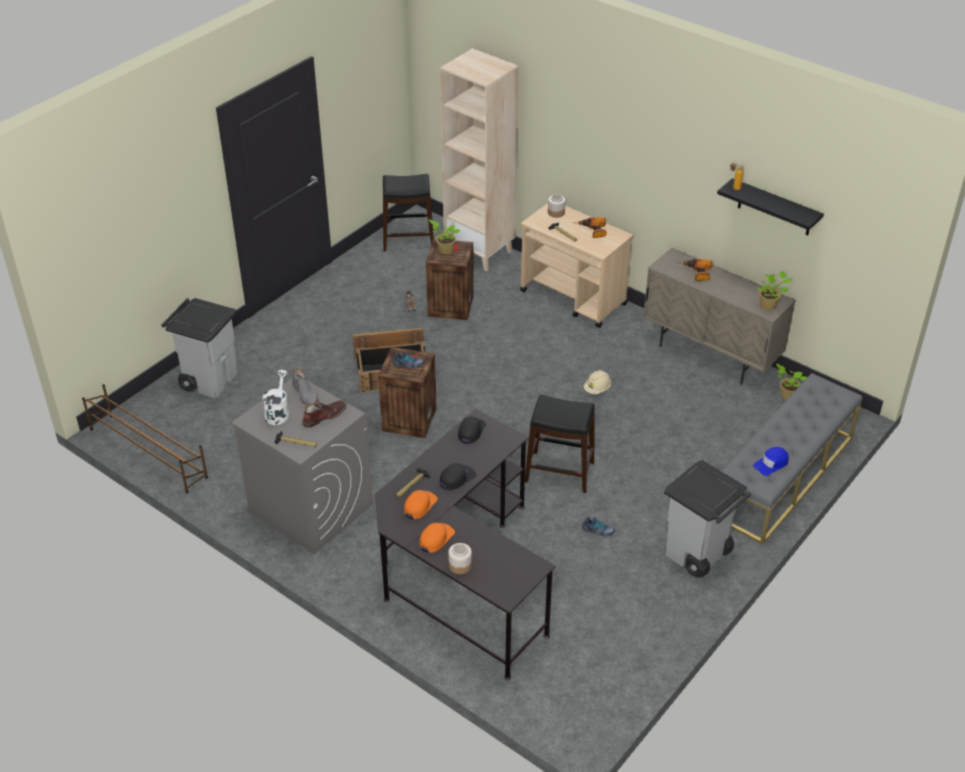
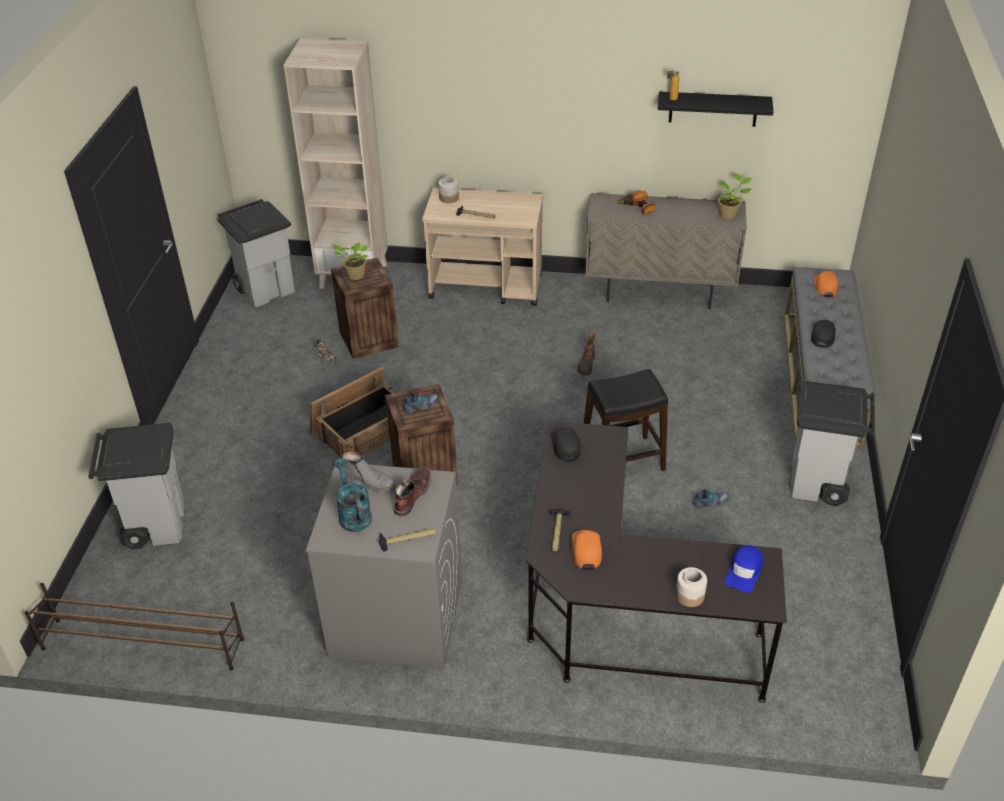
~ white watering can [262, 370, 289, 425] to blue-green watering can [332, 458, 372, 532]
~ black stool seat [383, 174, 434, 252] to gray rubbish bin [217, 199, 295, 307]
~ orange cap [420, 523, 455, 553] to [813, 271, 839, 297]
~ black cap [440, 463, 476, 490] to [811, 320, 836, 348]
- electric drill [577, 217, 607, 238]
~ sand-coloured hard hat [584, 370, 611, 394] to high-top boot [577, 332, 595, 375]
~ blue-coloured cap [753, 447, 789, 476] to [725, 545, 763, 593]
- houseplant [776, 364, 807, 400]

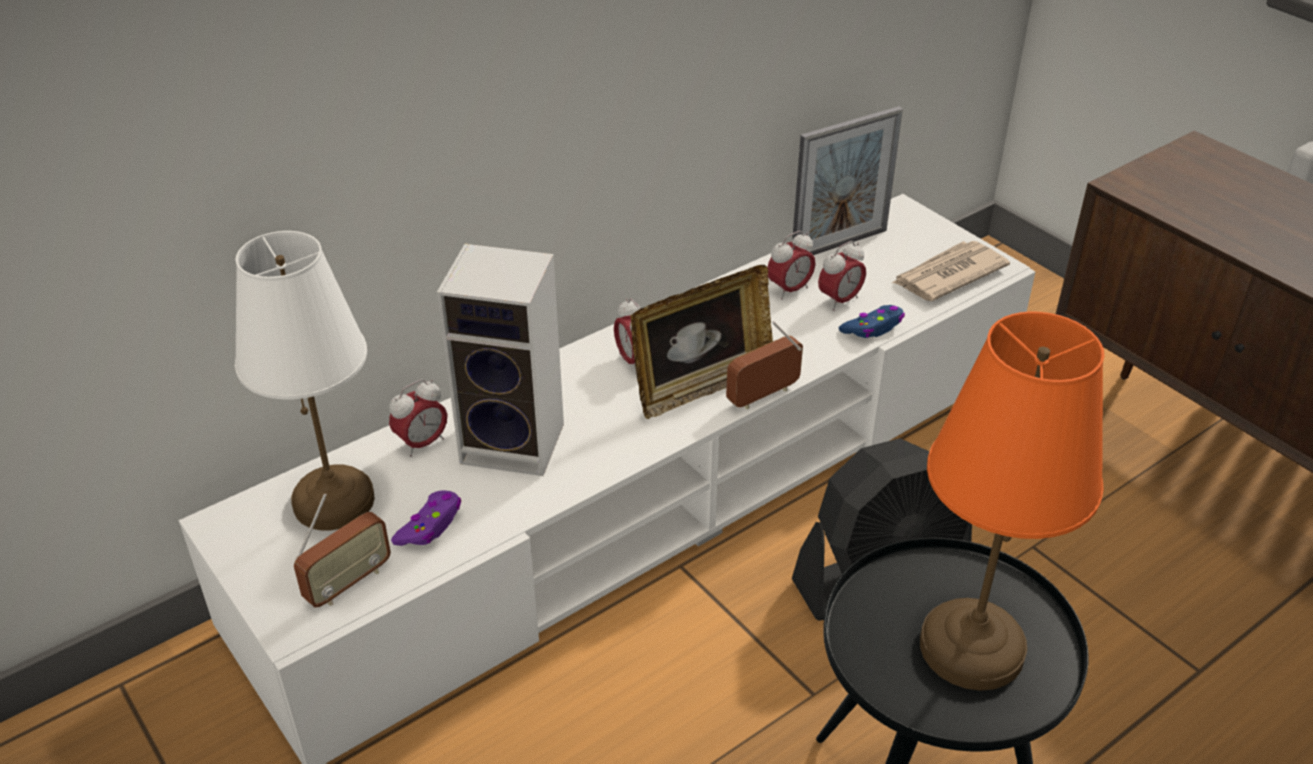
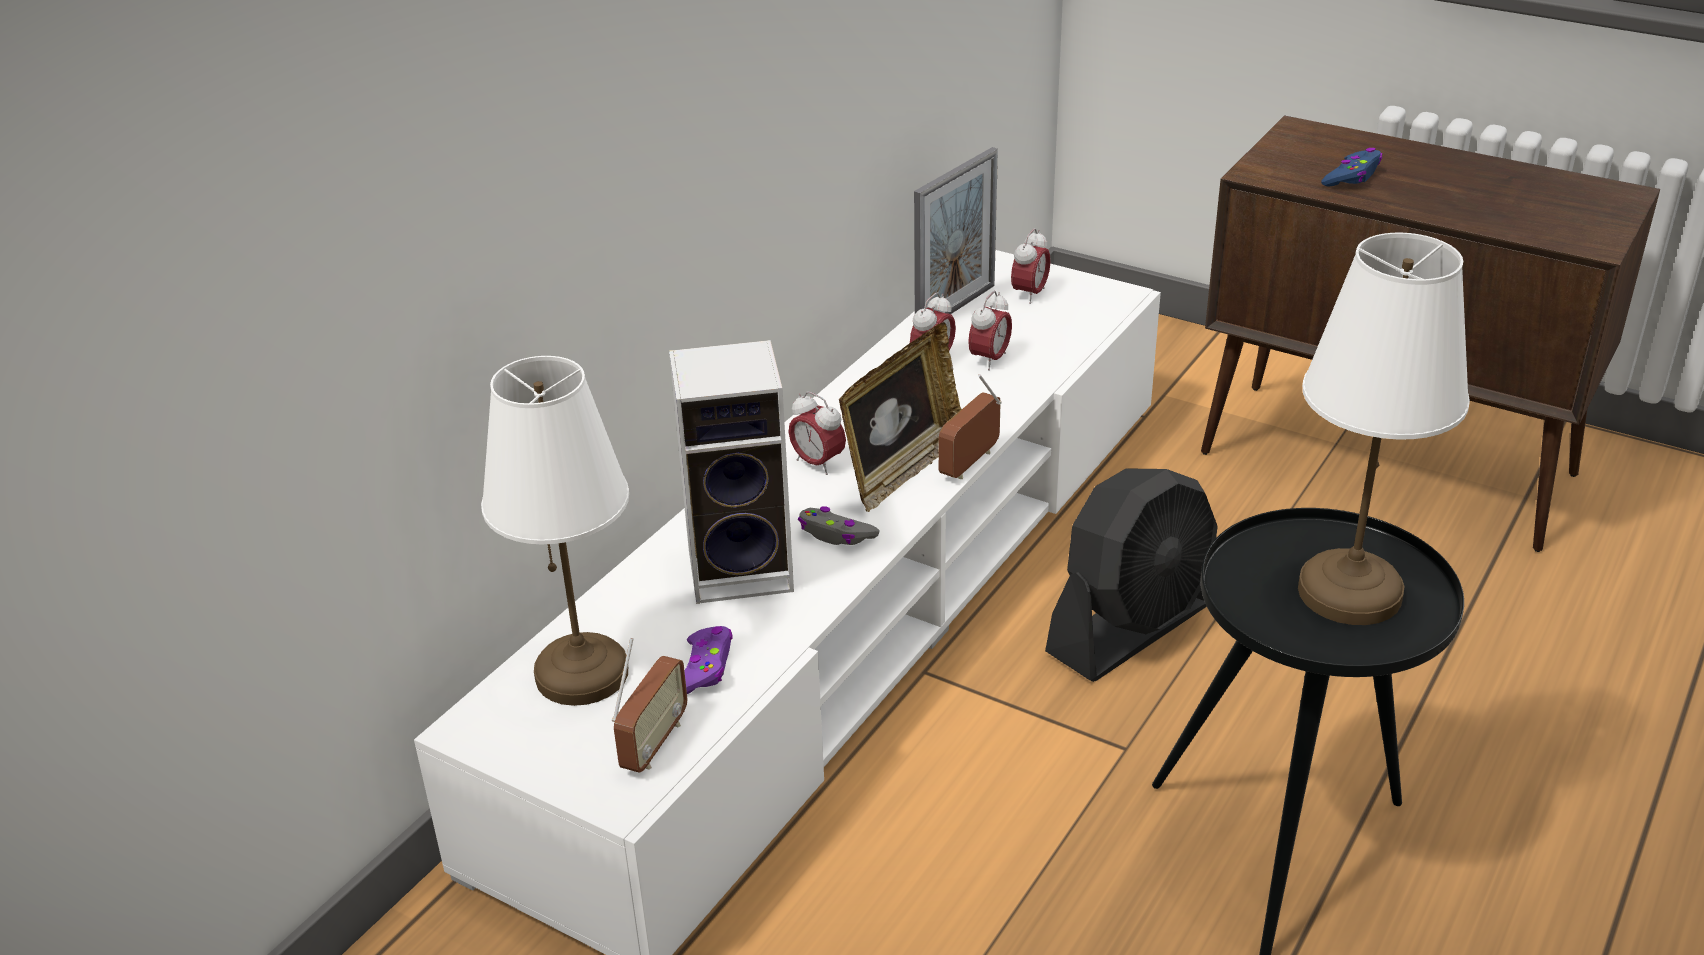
~ bedside clock [389, 379, 448, 457] to [1011, 228, 1051, 304]
~ blue-coloured game controller [839, 305, 905, 338] to [1321, 148, 1382, 187]
- newspaper [892, 241, 1010, 301]
~ orange tabletop lamp [920, 311, 1104, 691] to white tabletop lamp [1298, 233, 1470, 625]
+ gray game controller [798, 506, 880, 545]

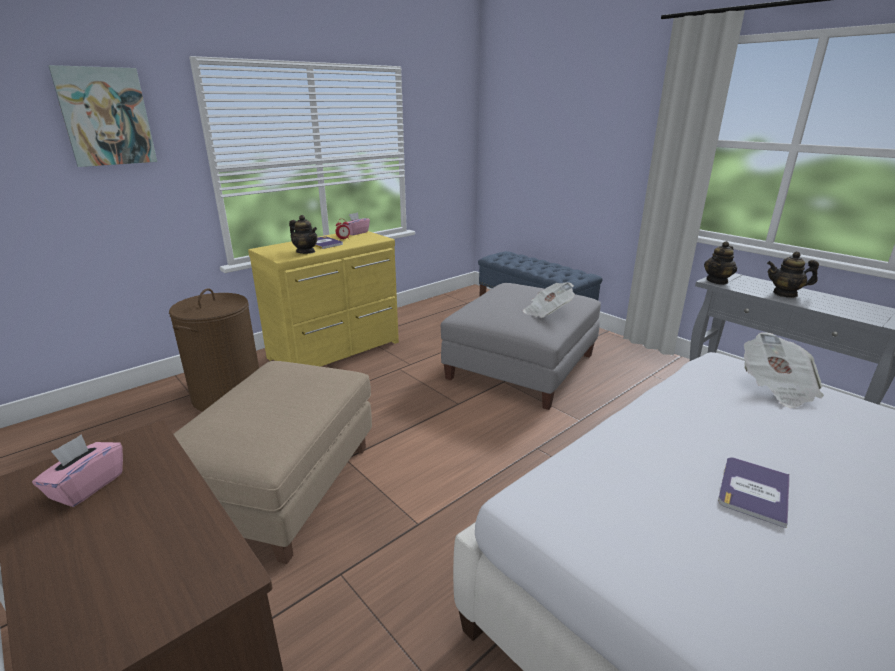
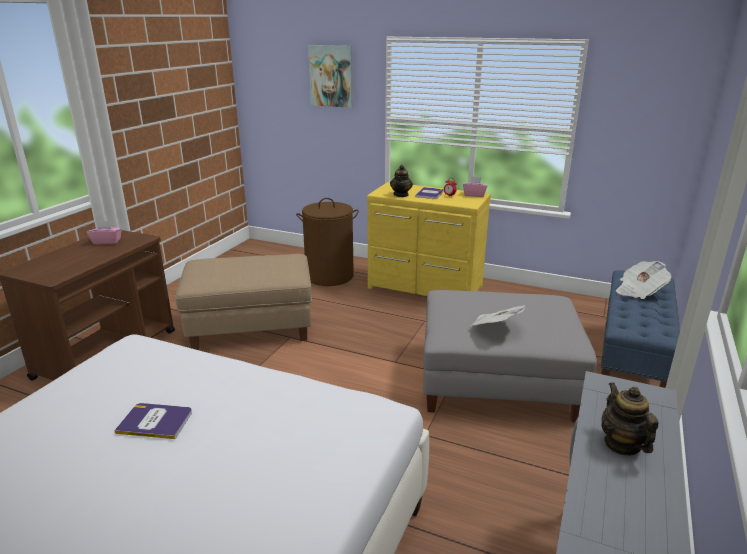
- teapot [704, 241, 737, 285]
~ newspaper [744, 332, 824, 408] to [616, 261, 671, 299]

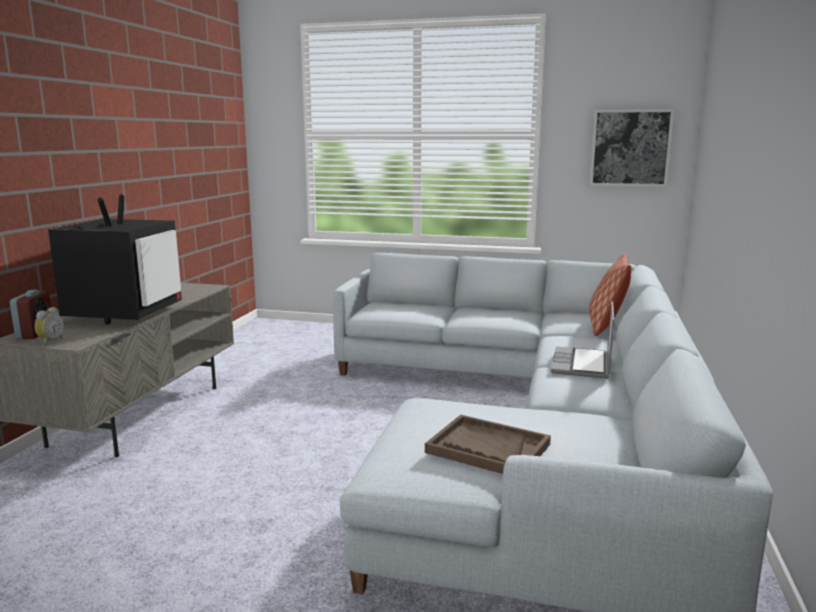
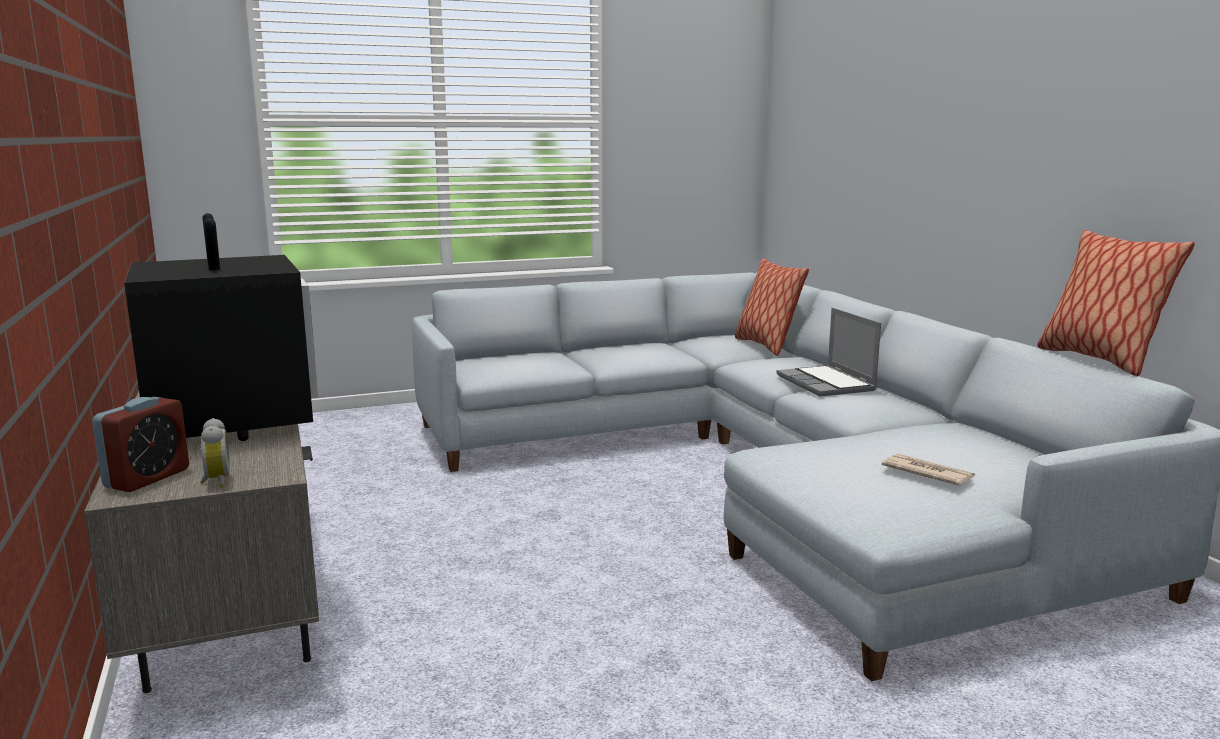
~ bedside clock [10, 290, 51, 339] = [93, 397, 189, 492] 60 degrees clockwise
~ brown-coloured tray [425, 415, 551, 474] to newspaper [882, 454, 975, 485]
- picture [590, 109, 674, 187]
+ cushion [1037, 230, 1195, 376]

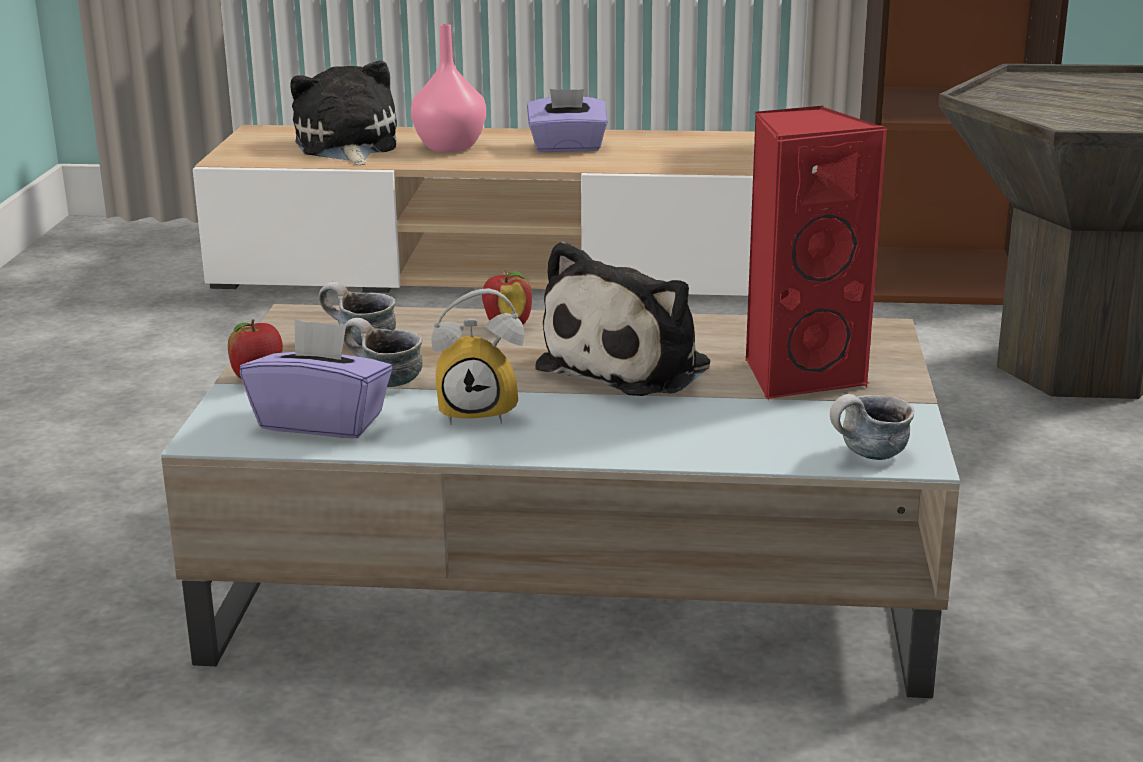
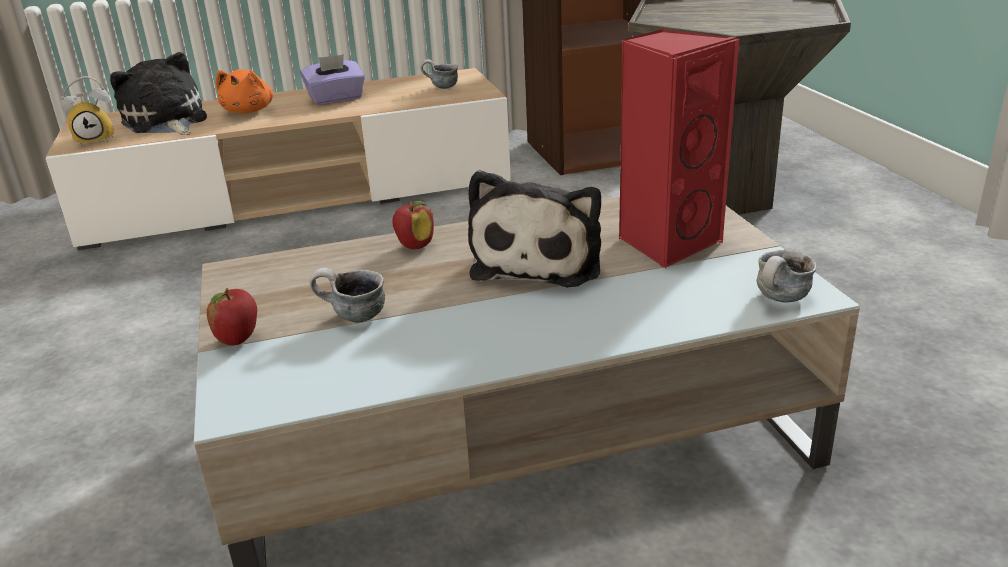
- purplish box of tissues [240, 319, 392, 438]
~ tea mug [319, 282, 396, 346] to [421, 59, 458, 89]
~ pinkish vase [411, 24, 486, 153] to orange soft toy [216, 69, 273, 114]
~ bedside clock [431, 288, 524, 425] to [61, 76, 115, 147]

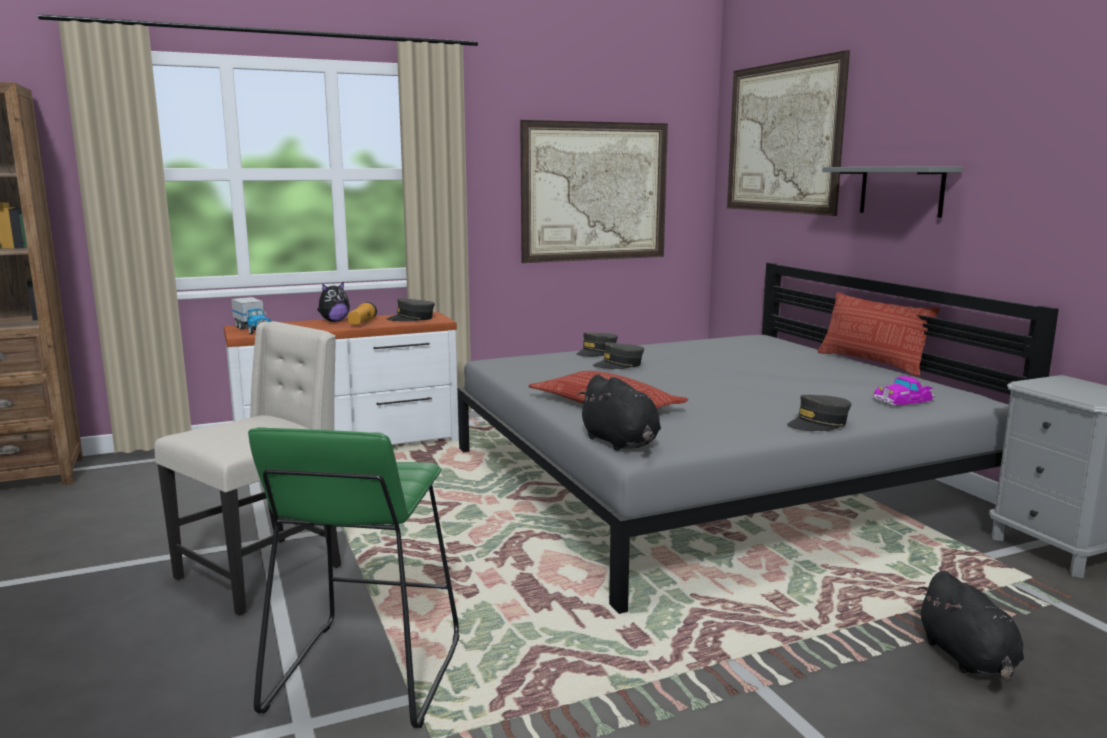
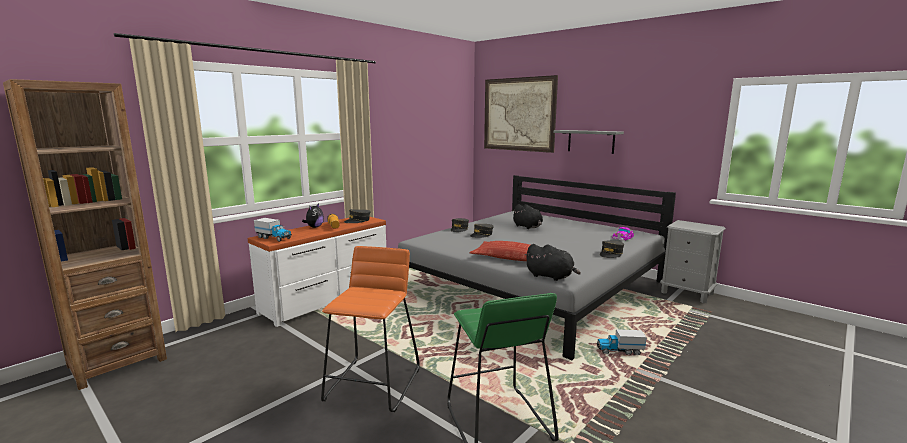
~ sand-coloured chair [154, 321, 341, 616] to orange stool seat [321, 246, 420, 412]
- picture [520, 120, 668, 263]
- cushion [818, 292, 939, 376]
~ black soft toy [917, 571, 1024, 681] to [512, 204, 543, 229]
+ toy truck [597, 329, 646, 355]

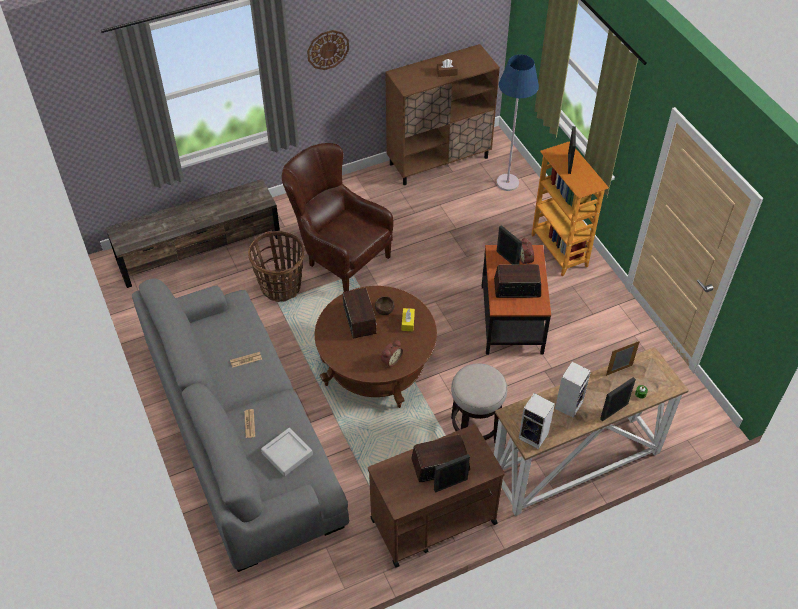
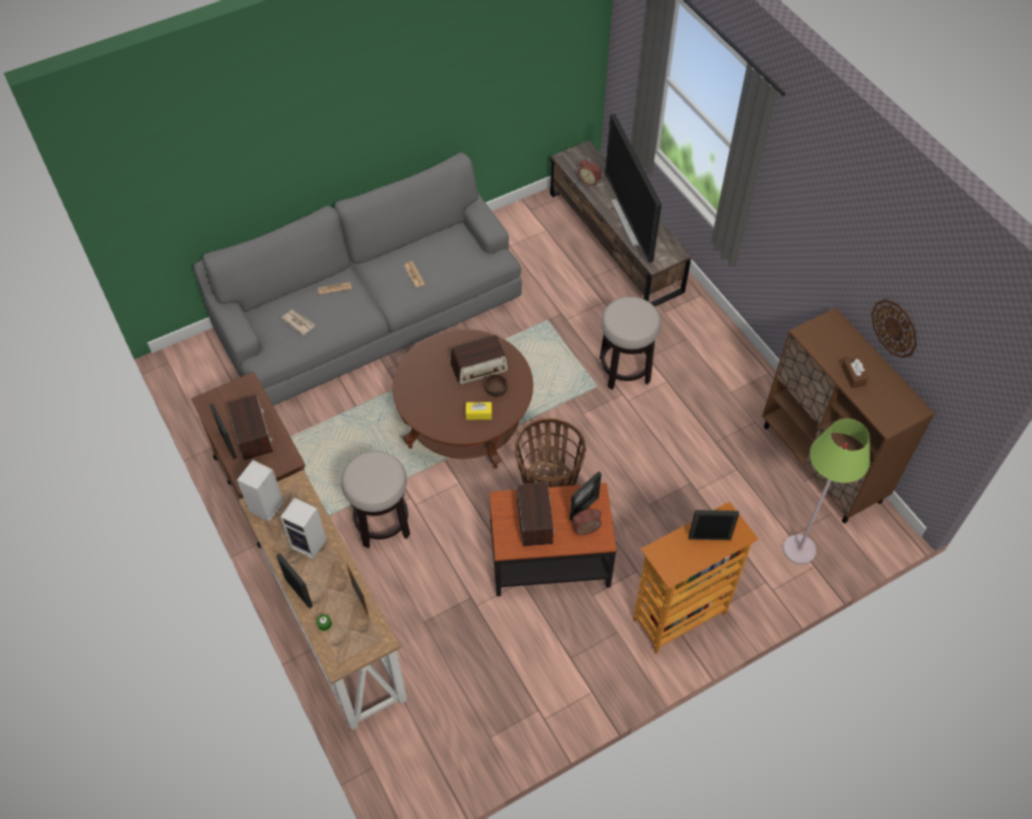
~ household basket [248, 231, 304, 302] to [514, 418, 586, 487]
~ gray tray [261, 428, 313, 476] to newspaper [281, 310, 315, 335]
~ brown-coloured easy chair [281, 143, 394, 292] to stool seat [600, 297, 661, 390]
~ hanging clock [307, 30, 349, 70] to [871, 299, 917, 358]
~ bedside clock [381, 340, 403, 367] to [578, 160, 602, 186]
~ blue-coloured standing lamp [496, 54, 539, 191] to greenish standing lamp [783, 418, 870, 565]
+ TV set [605, 114, 662, 263]

